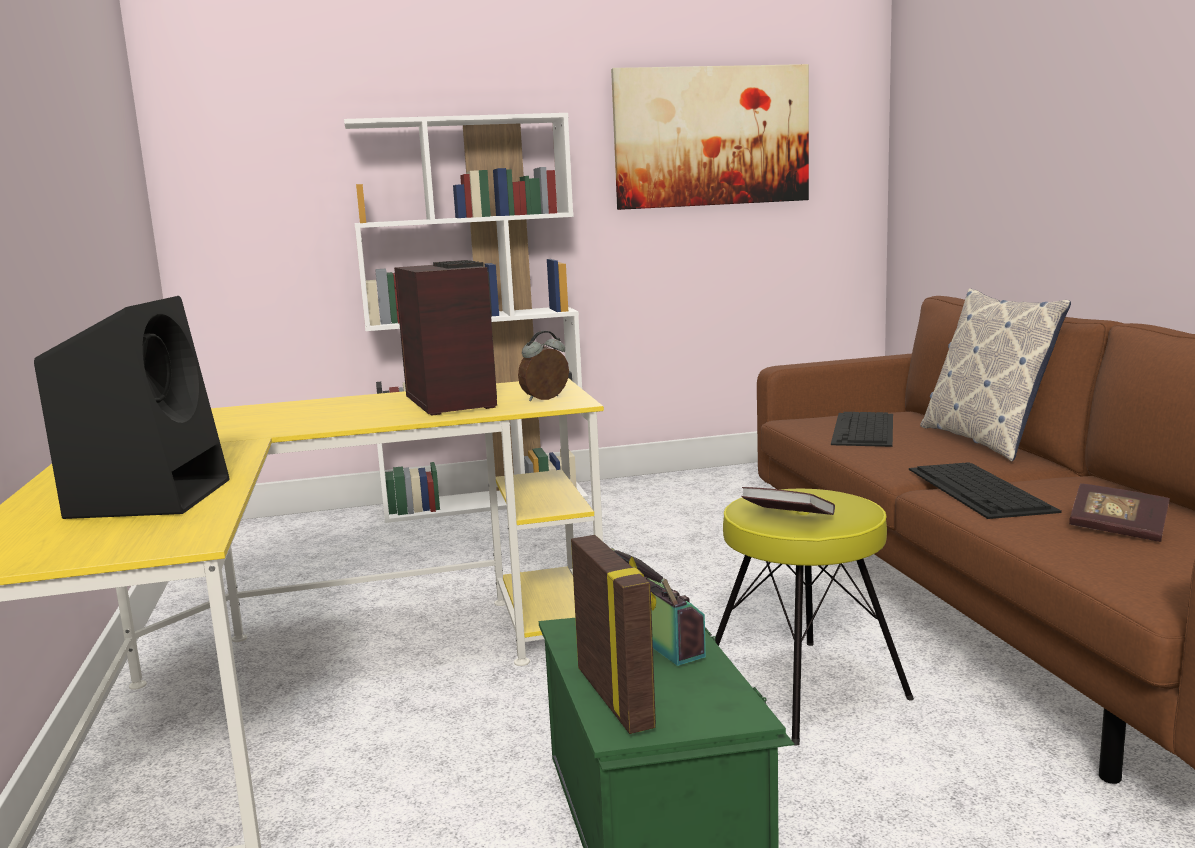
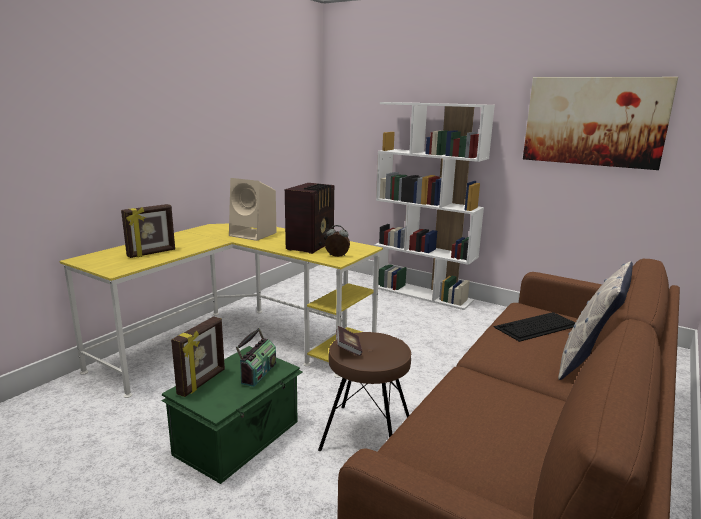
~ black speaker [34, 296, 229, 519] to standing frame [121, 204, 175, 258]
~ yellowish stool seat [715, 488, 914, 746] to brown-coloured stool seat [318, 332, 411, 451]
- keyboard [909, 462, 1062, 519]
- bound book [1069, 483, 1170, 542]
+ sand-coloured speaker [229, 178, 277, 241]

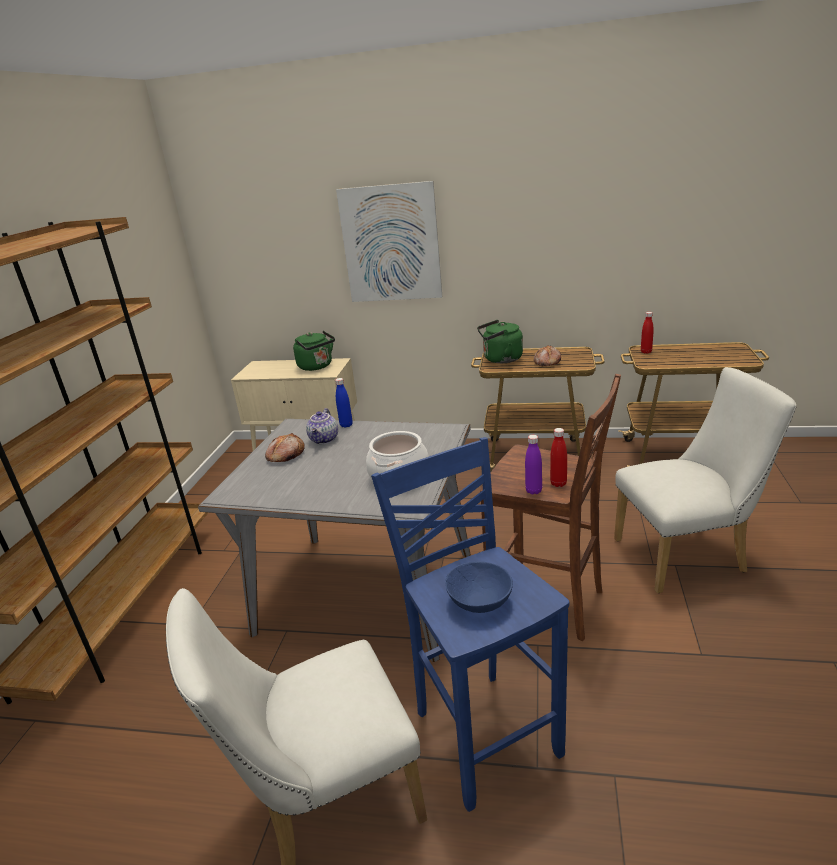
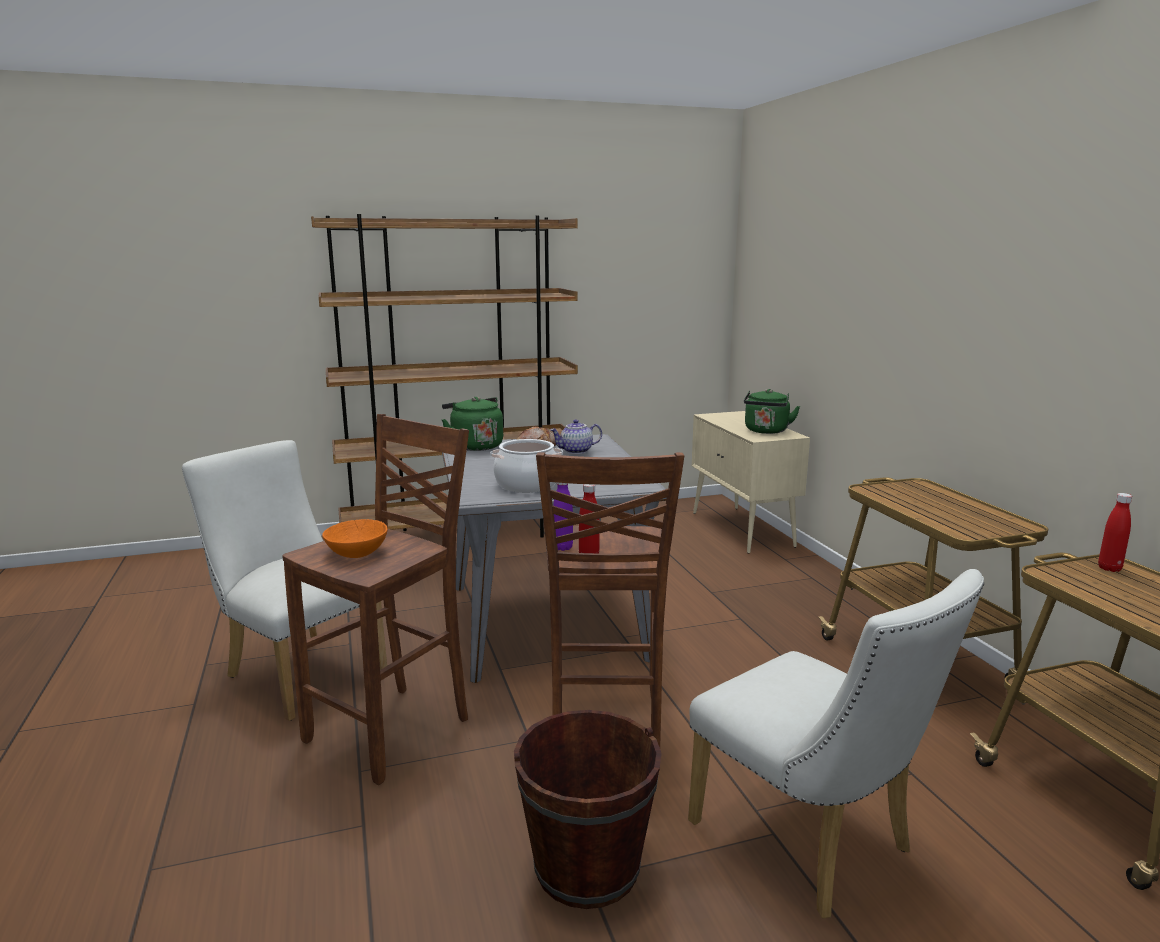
- blue-coloured bottle [335, 378, 353, 428]
- picture [336, 181, 442, 302]
~ blue-coloured stool seat [371, 437, 569, 812] to brown-coloured stool seat [282, 414, 469, 785]
~ blue-coloured serving bowl [446, 561, 513, 613] to orange serving bowl [322, 519, 388, 558]
~ greenish water kettle [477, 320, 523, 363] to [442, 397, 503, 451]
- bread [534, 345, 561, 366]
+ brown-coloured water bucket [514, 710, 662, 909]

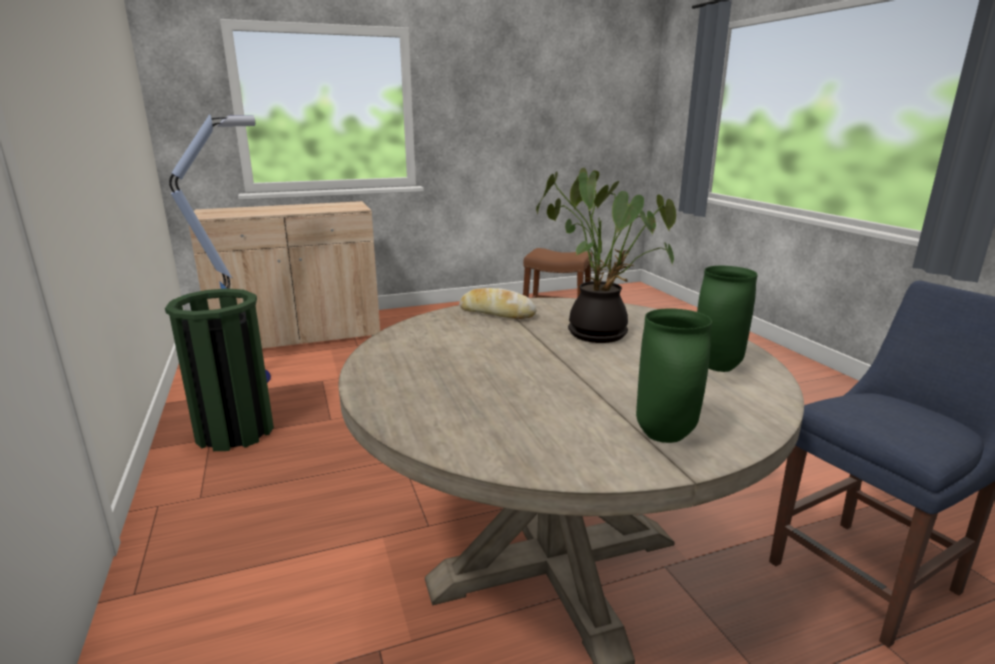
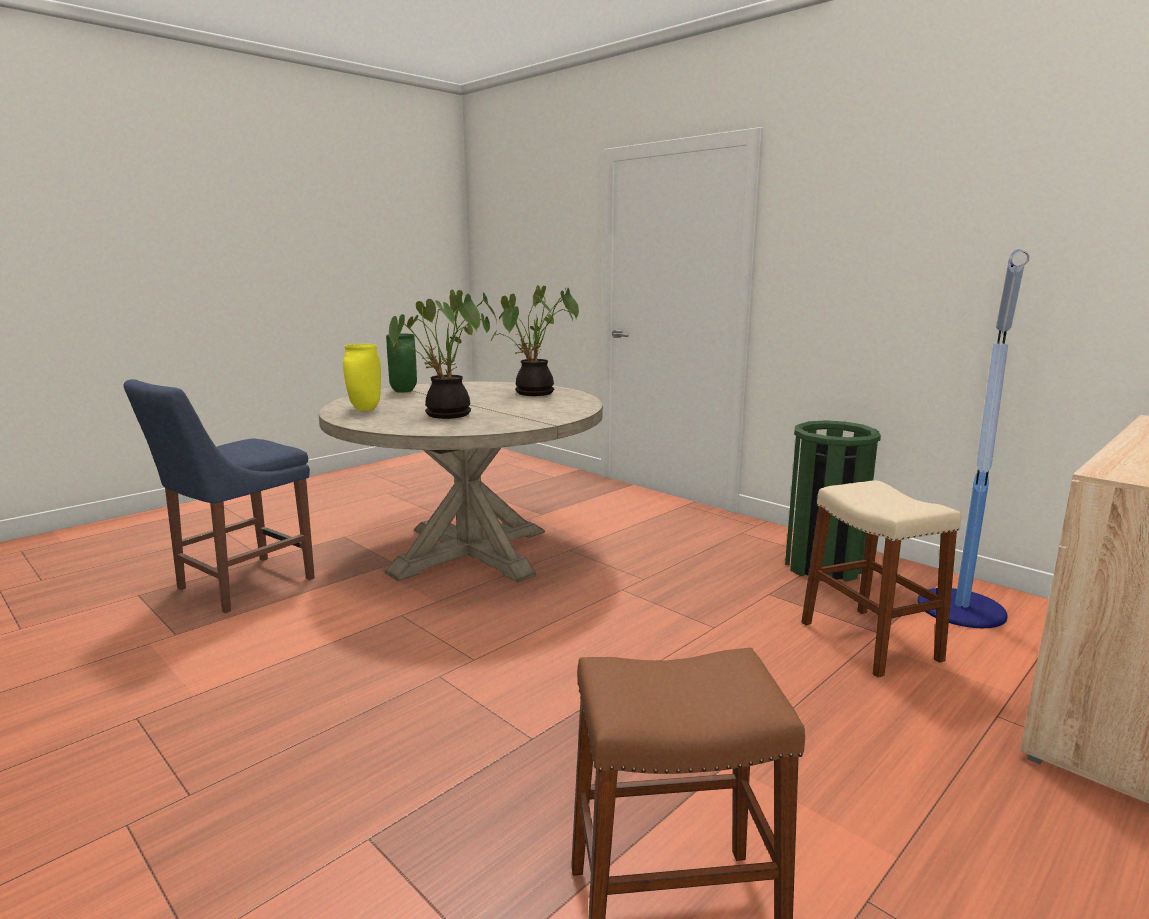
- bread [459, 288, 537, 319]
~ greenish vase [697, 266, 758, 372] to yellowish vase [343, 344, 381, 411]
+ houseplant [490, 285, 579, 396]
+ sand-coloured stool seat [802, 480, 961, 678]

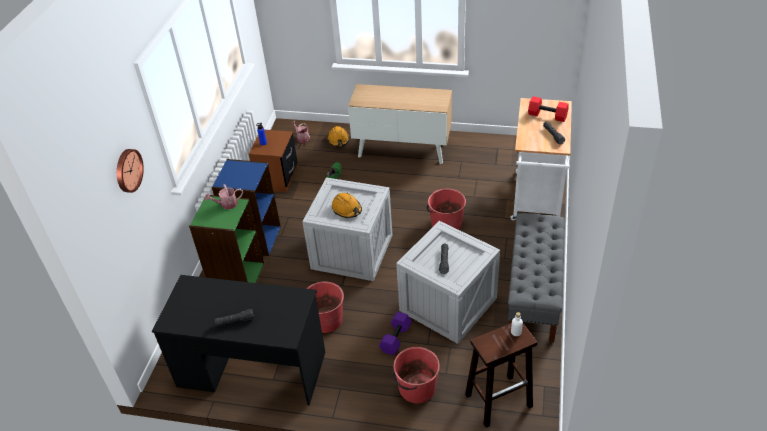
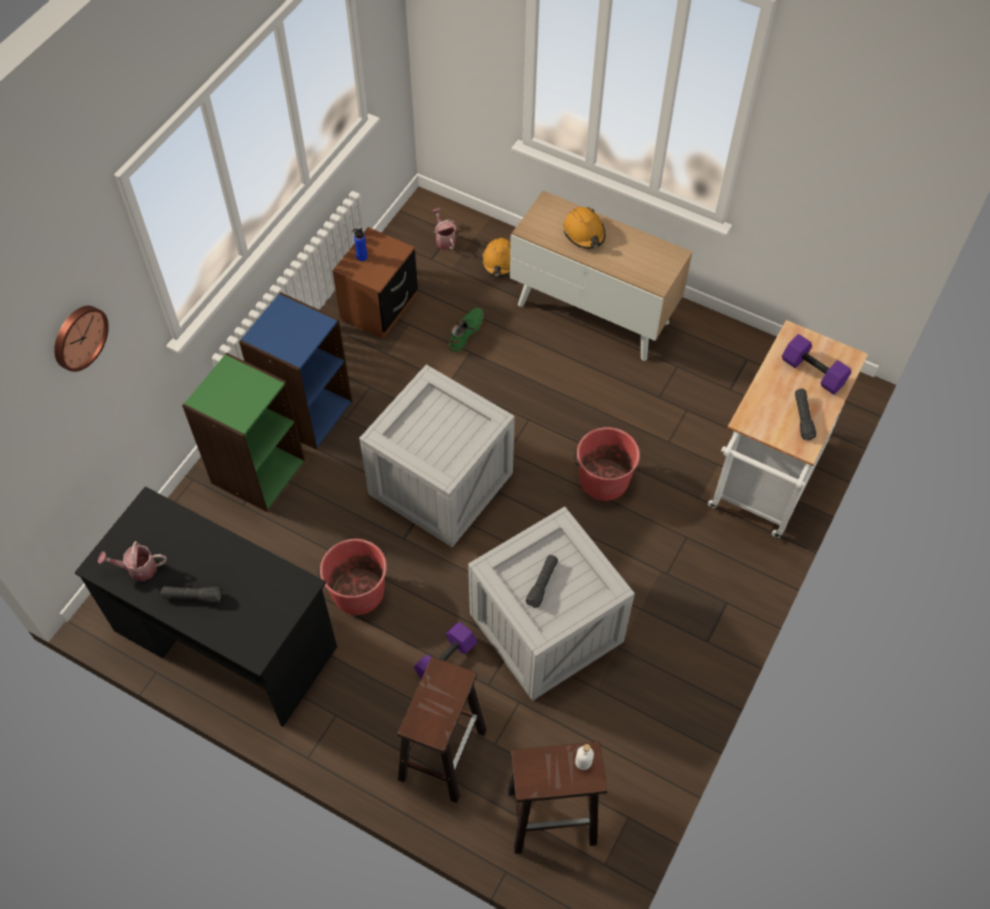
~ watering can [205, 184, 243, 209] to [98, 541, 167, 581]
~ orange hard hat [332, 193, 362, 218] to [564, 207, 605, 249]
~ red-coloured water bucket [393, 347, 440, 403] to brown-coloured stool seat [398, 657, 487, 803]
- gray long seat [508, 213, 565, 343]
~ red-coloured free weight [528, 96, 569, 122] to purplish free weight [782, 334, 851, 395]

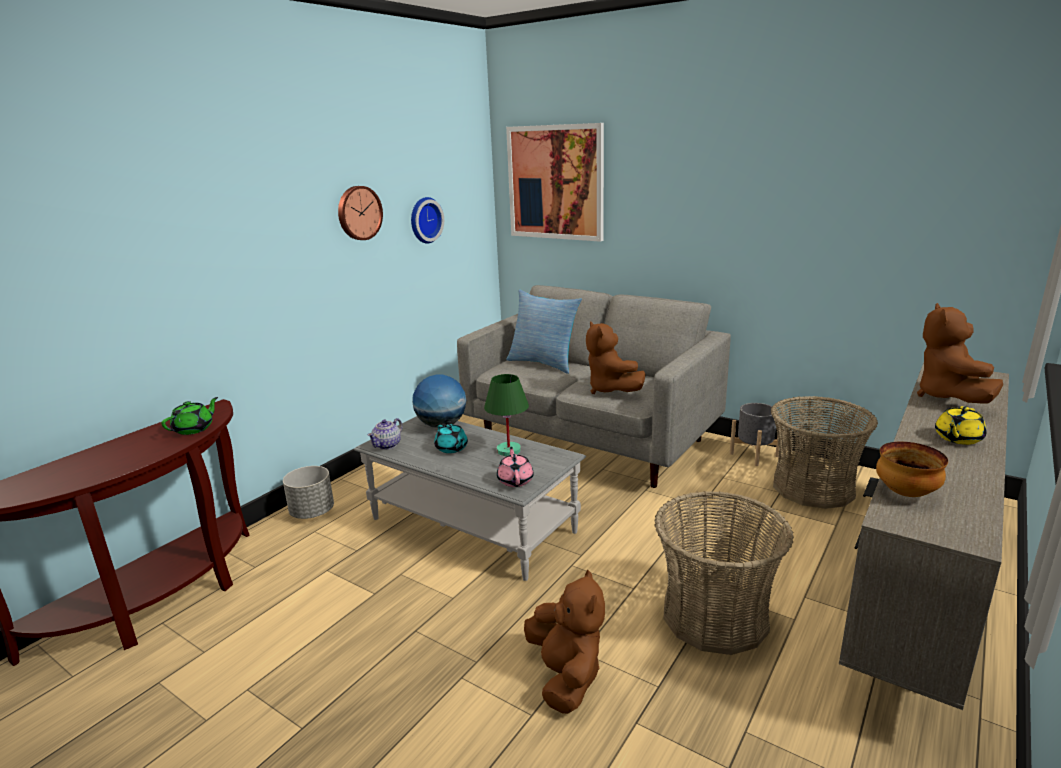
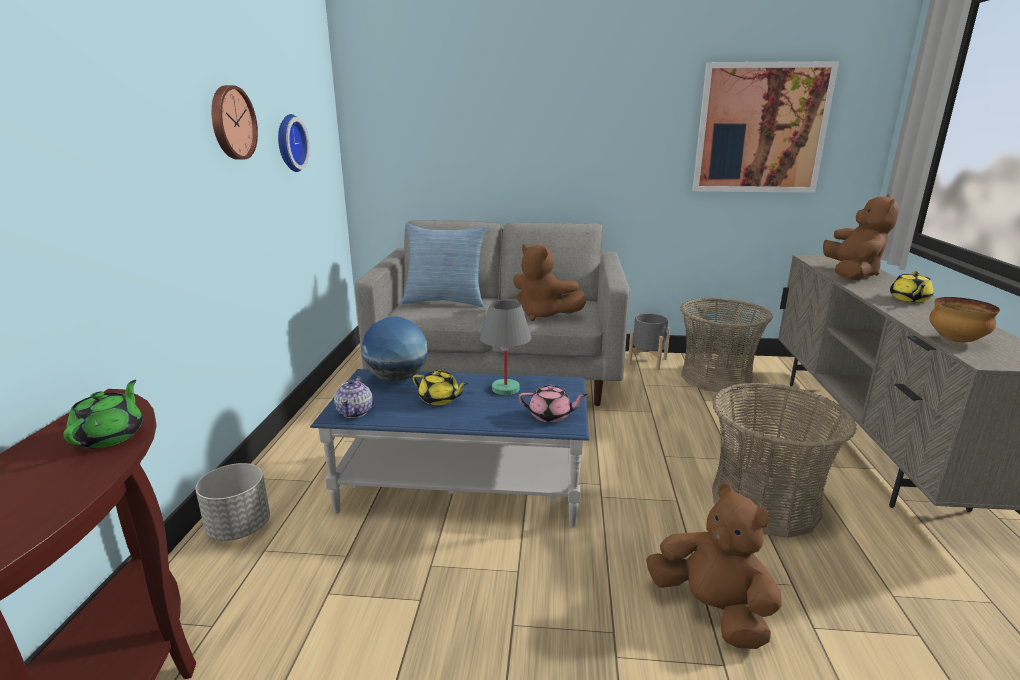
~ gray coffee table [353, 416, 586, 581] to blue-coloured coffee table [310, 369, 589, 527]
~ blue-green teapot [434, 424, 468, 453] to yellowish teapot [413, 370, 468, 406]
~ greenish tabletop lamp [484, 374, 529, 456] to gray tabletop lamp [480, 300, 531, 395]
~ pinkish teapot [497, 447, 534, 487] = [519, 385, 588, 423] 135 degrees clockwise
~ picture [506, 123, 604, 242] to [692, 61, 839, 193]
~ brown-coloured soft toy [917, 303, 1003, 404] = [823, 194, 899, 280] 150 degrees counterclockwise

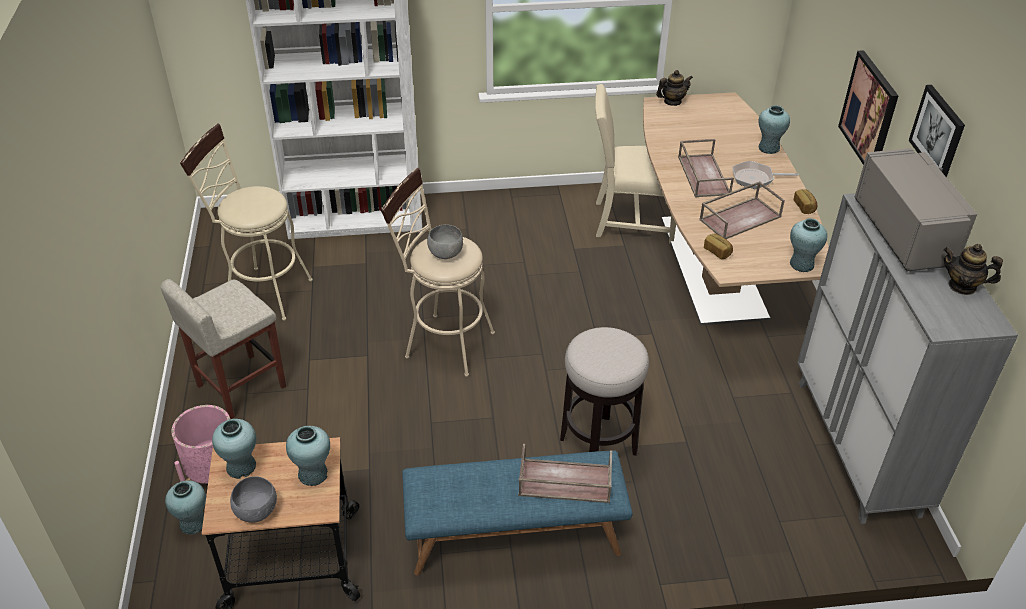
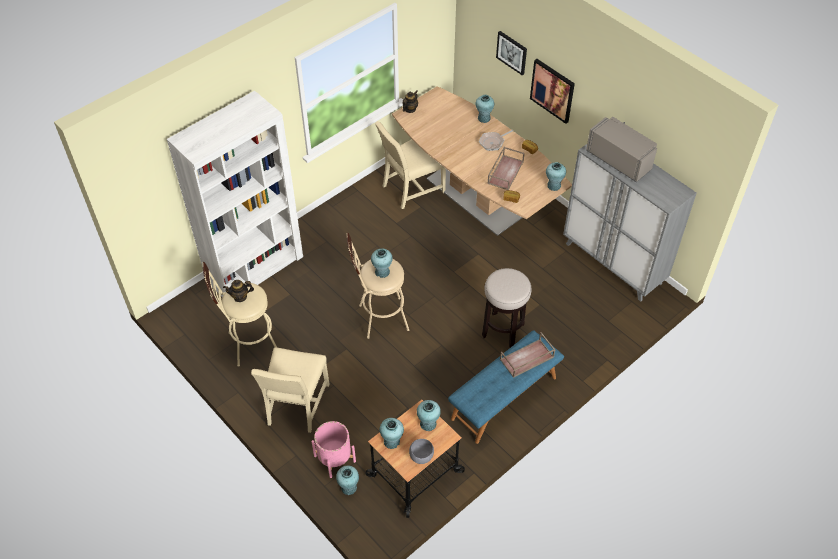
~ sand-coloured stool seat [161, 279, 286, 419] to sand-coloured chair [251, 347, 329, 433]
~ gray serving bowl [427, 224, 463, 259] to blue-green vase [371, 249, 393, 278]
- brown-coloured tray [678, 139, 734, 198]
~ picture [909, 85, 965, 177] to [496, 31, 527, 75]
~ teapot [943, 244, 1003, 295] to [223, 280, 254, 302]

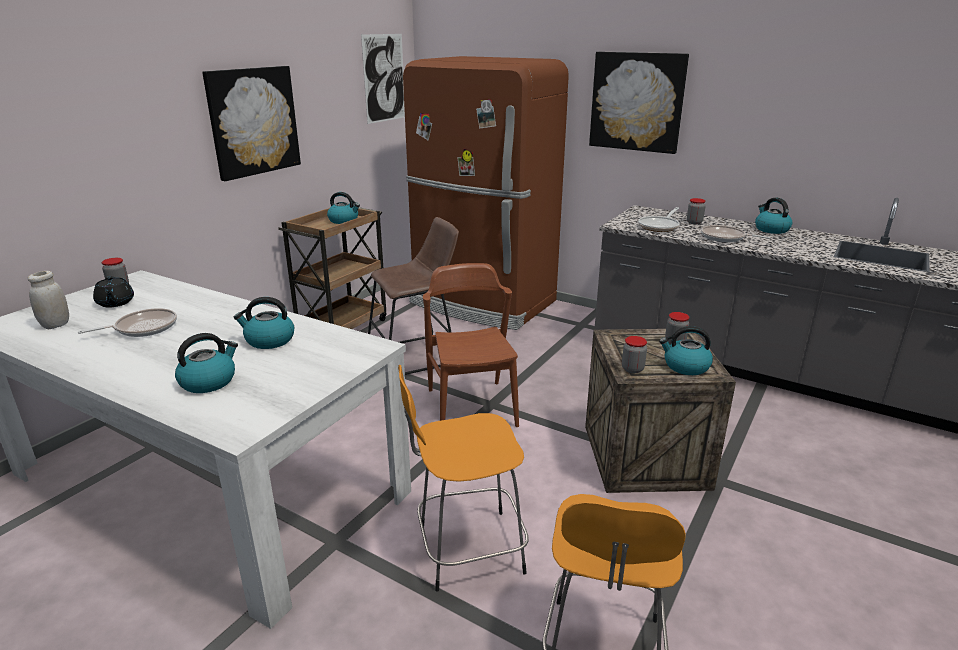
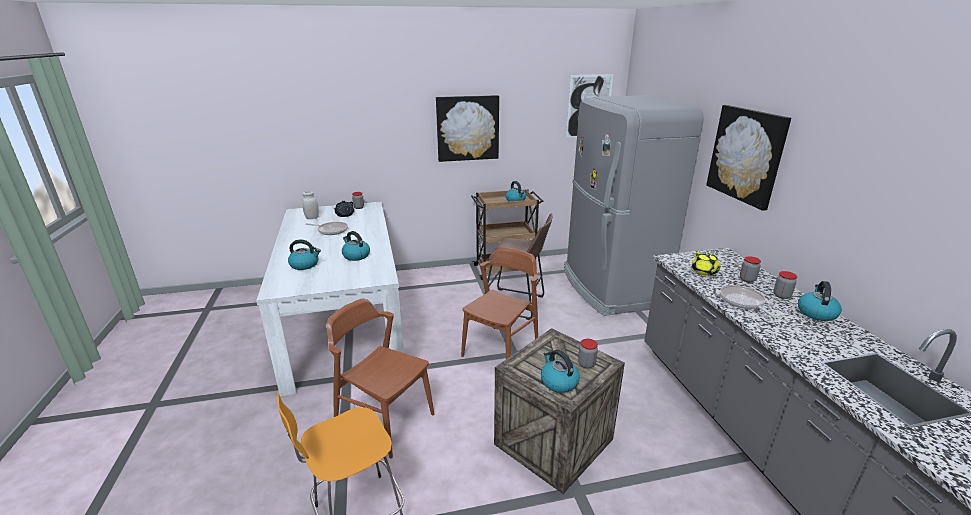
~ orange stool seat [398, 365, 529, 592] to brown-coloured chair [326, 298, 434, 459]
~ brown-coloured kitchen fridge [403, 56, 569, 330] to gray kitchen fridge [564, 95, 704, 316]
~ jar [622, 336, 647, 373] to [773, 271, 797, 299]
~ pan [638, 207, 680, 232] to yellowish teapot [692, 252, 721, 276]

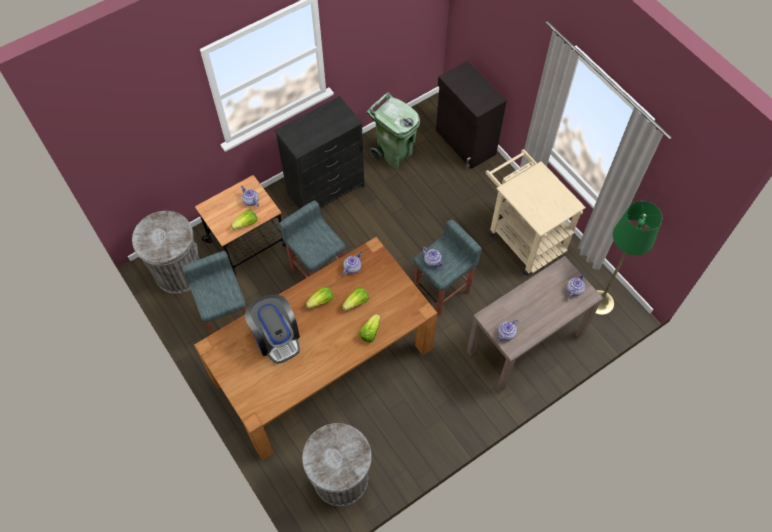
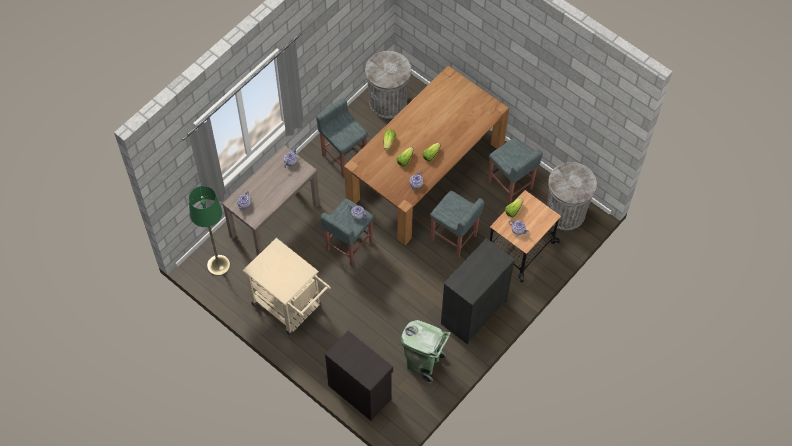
- coffee brewer [245, 294, 300, 364]
+ gray stool seat [316, 98, 368, 177]

